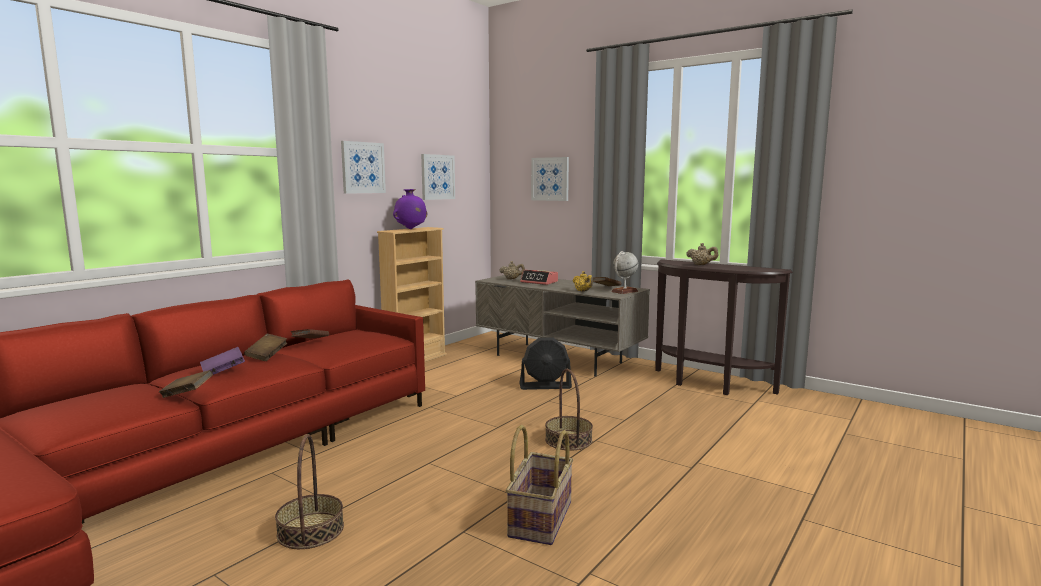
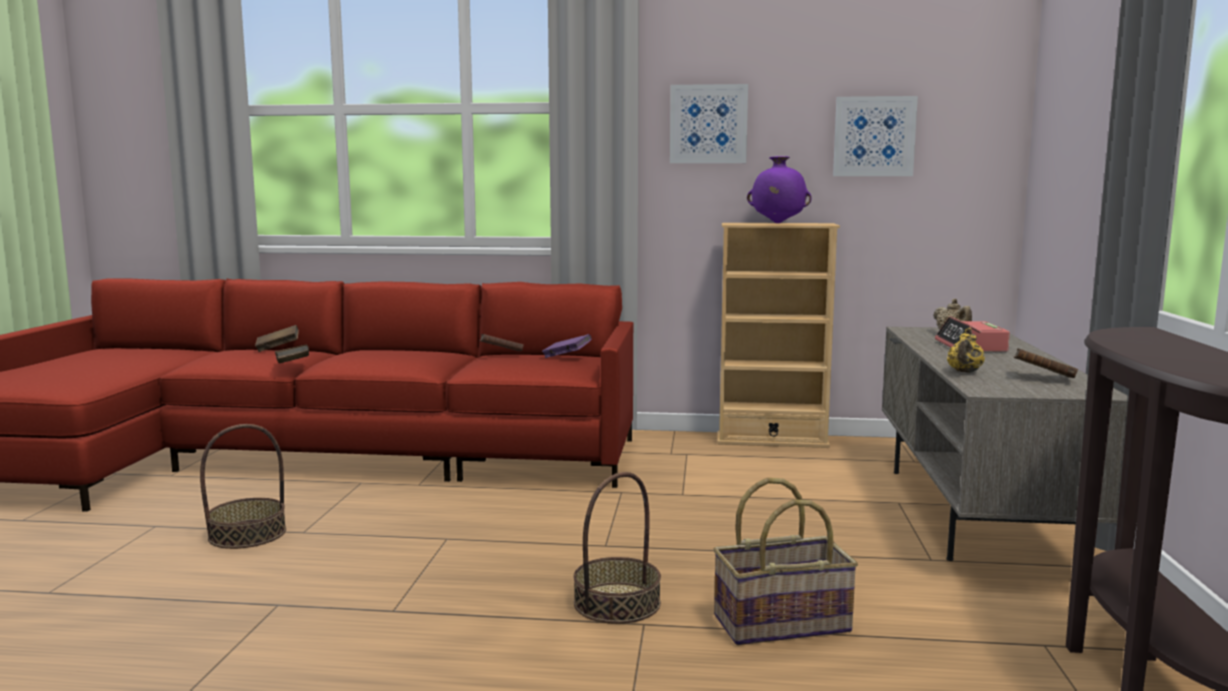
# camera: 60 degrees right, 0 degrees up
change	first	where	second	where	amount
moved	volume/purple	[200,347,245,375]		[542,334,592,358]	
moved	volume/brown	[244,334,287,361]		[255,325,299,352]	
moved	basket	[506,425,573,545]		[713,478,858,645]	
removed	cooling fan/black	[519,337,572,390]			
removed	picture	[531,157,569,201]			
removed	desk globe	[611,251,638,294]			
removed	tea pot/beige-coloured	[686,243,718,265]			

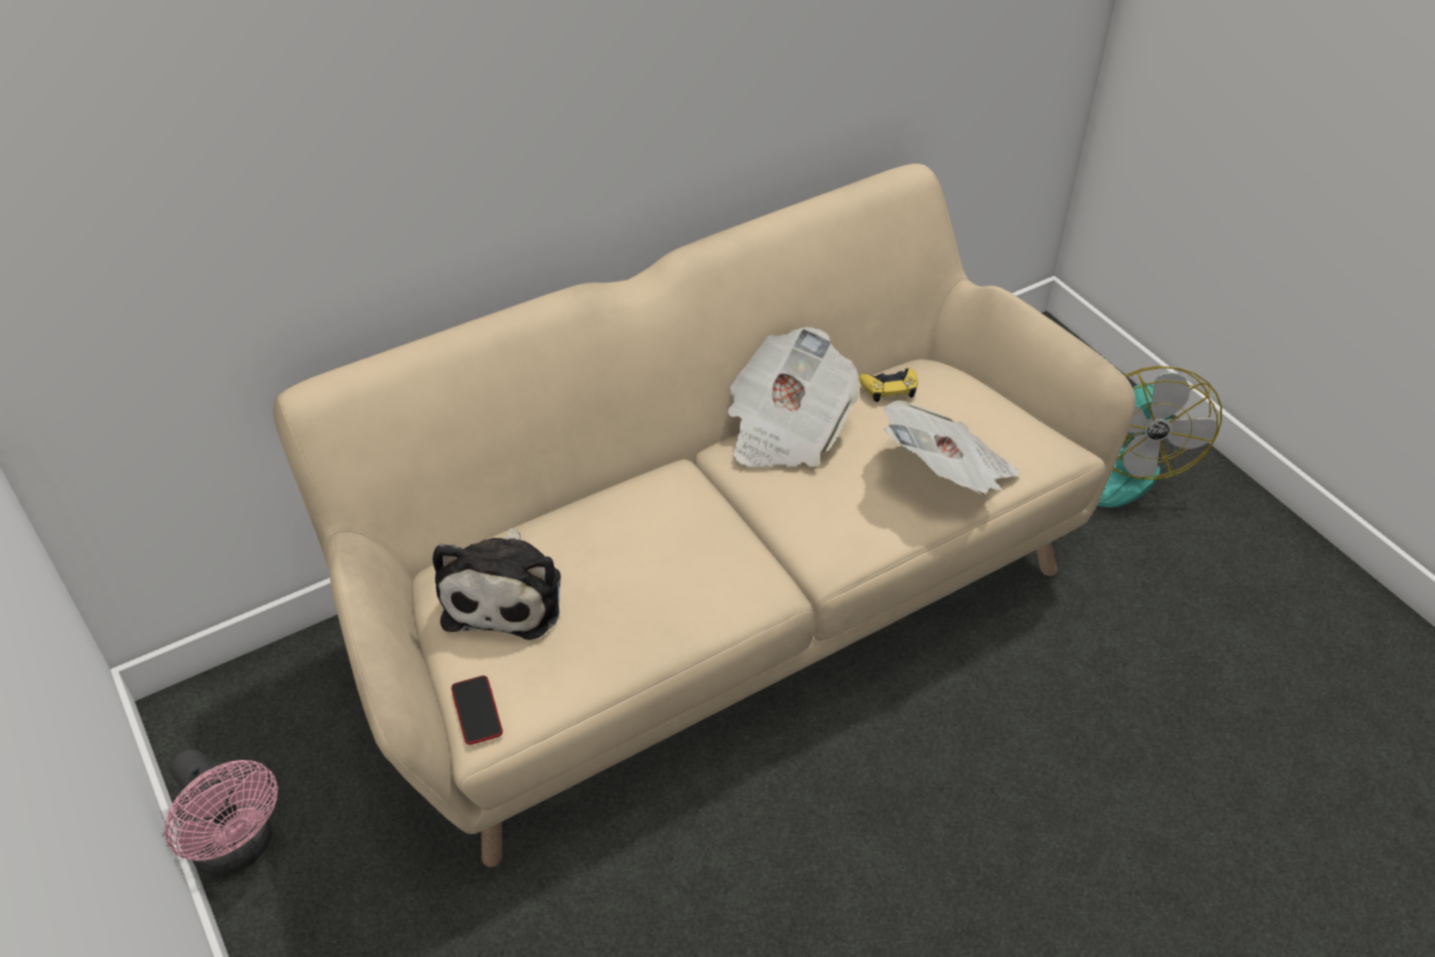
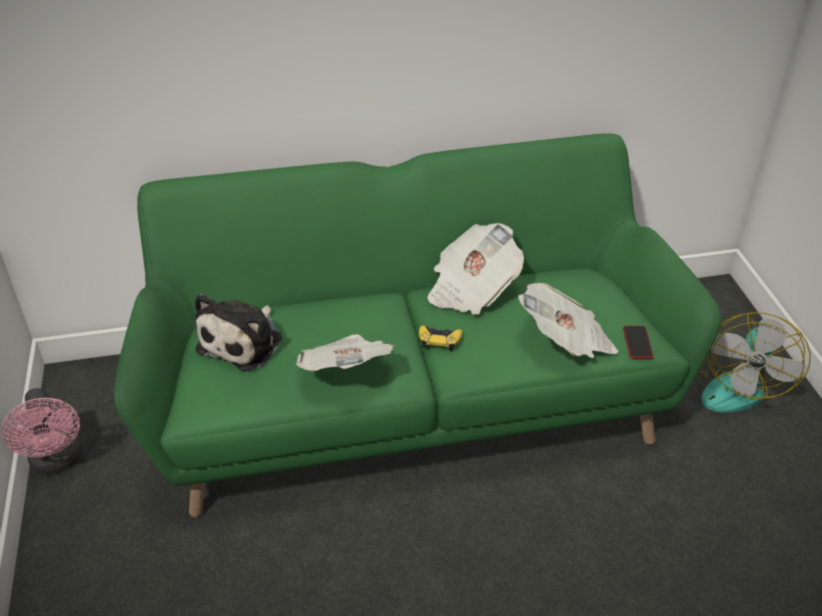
# camera: 20 degrees right, 5 degrees down
change	first	where	second	where	amount
recoloured	couch/beige-coloured	[273,164,1135,867]	couch/green	[114,133,722,517]	
moved	handset	[451,676,503,745]		[623,326,653,359]	
moved	game controller/yellow	[859,368,918,402]		[419,325,462,351]	
added			printed paper	[296,334,394,371]	

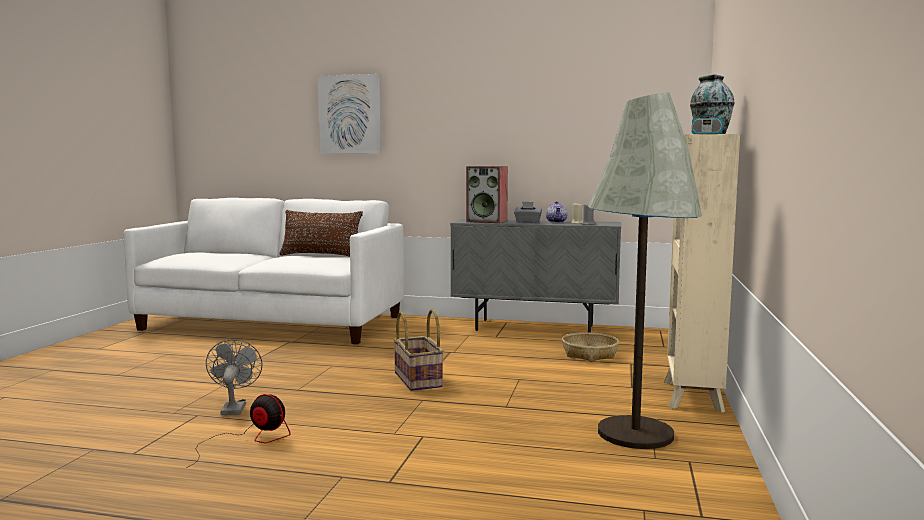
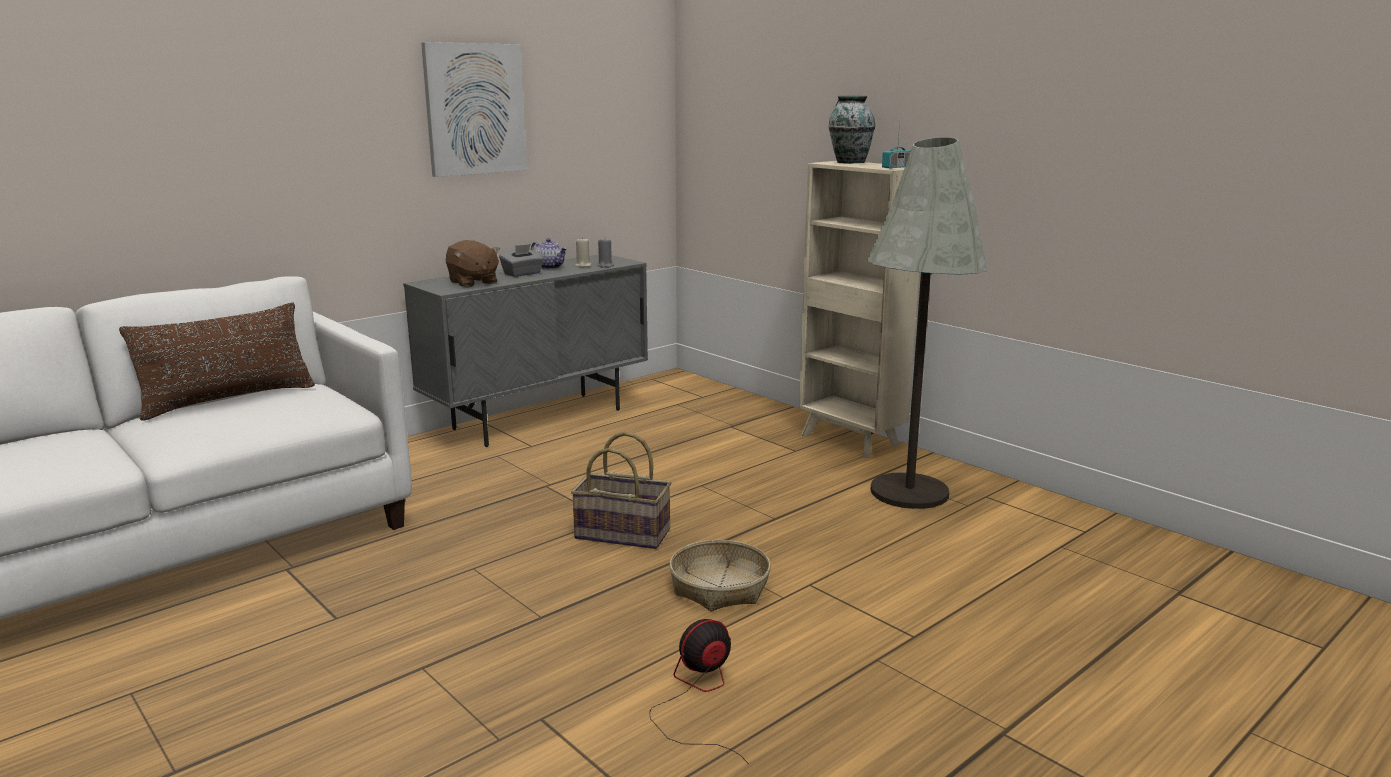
# camera: 55 degrees left, 10 degrees up
change	first	where	second	where	amount
removed	cooling fan/grey	[206,339,262,415]			
moved	picture	[318,74,382,154]		[421,42,527,177]	
replaced	speaker	[466,166,508,223]	cuddly toy/brown	[446,240,500,287]	
moved	basket	[562,332,619,362]		[669,540,771,611]	

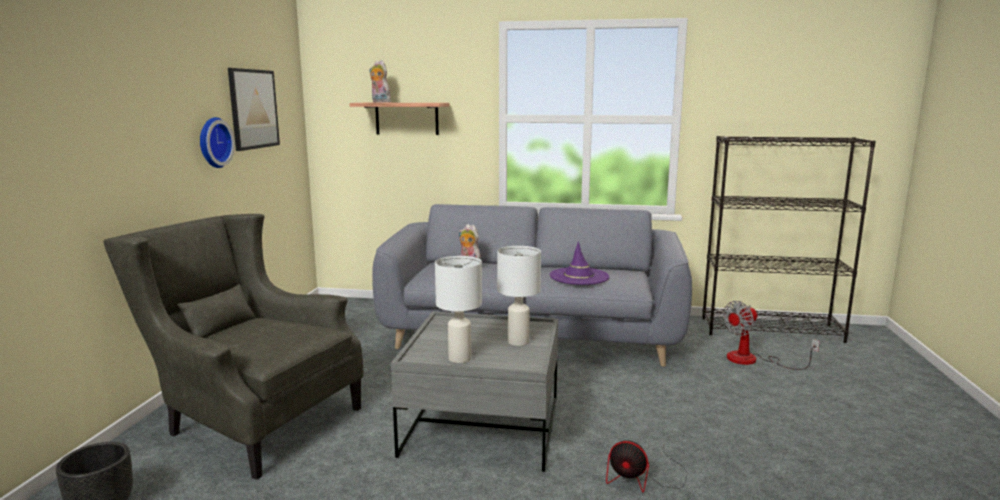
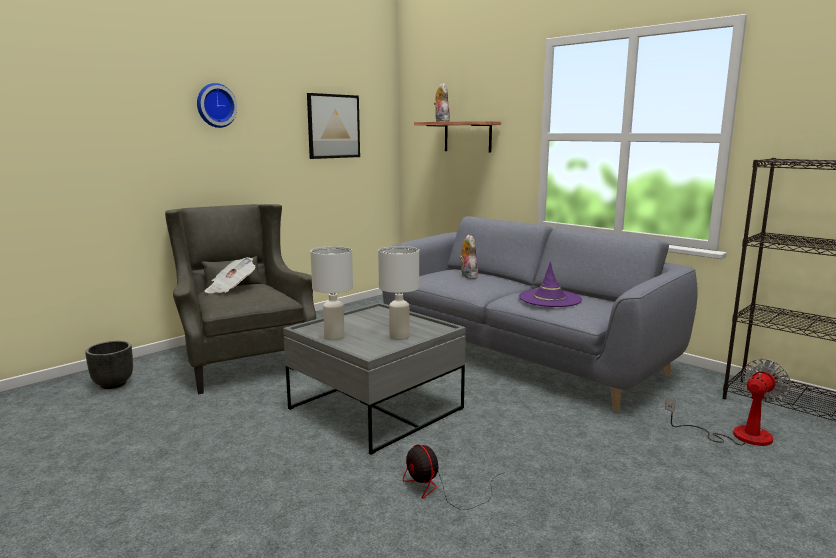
# camera: 35 degrees right, 0 degrees up
change	first	where	second	where	amount
moved	clock on the wall	[200,117,235,168]		[197,83,237,128]	
turned	cooling fan	[723,301,820,370]		[665,359,791,446]	135 degrees clockwise
added			printed paper	[205,257,255,293]	

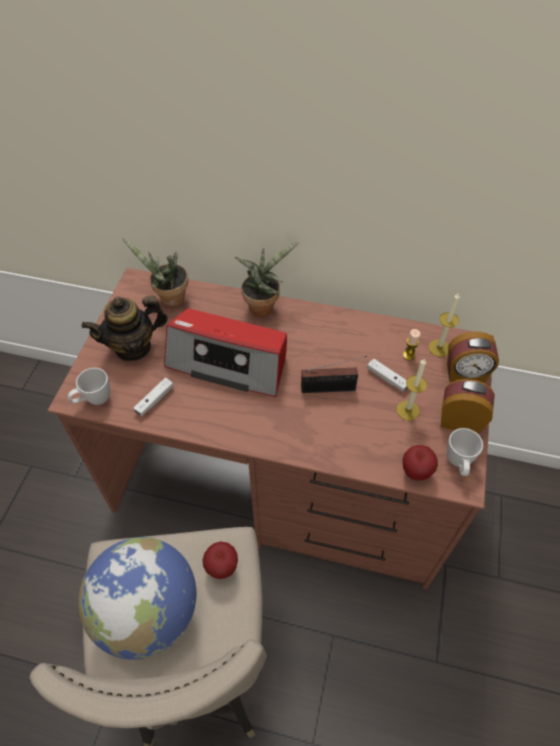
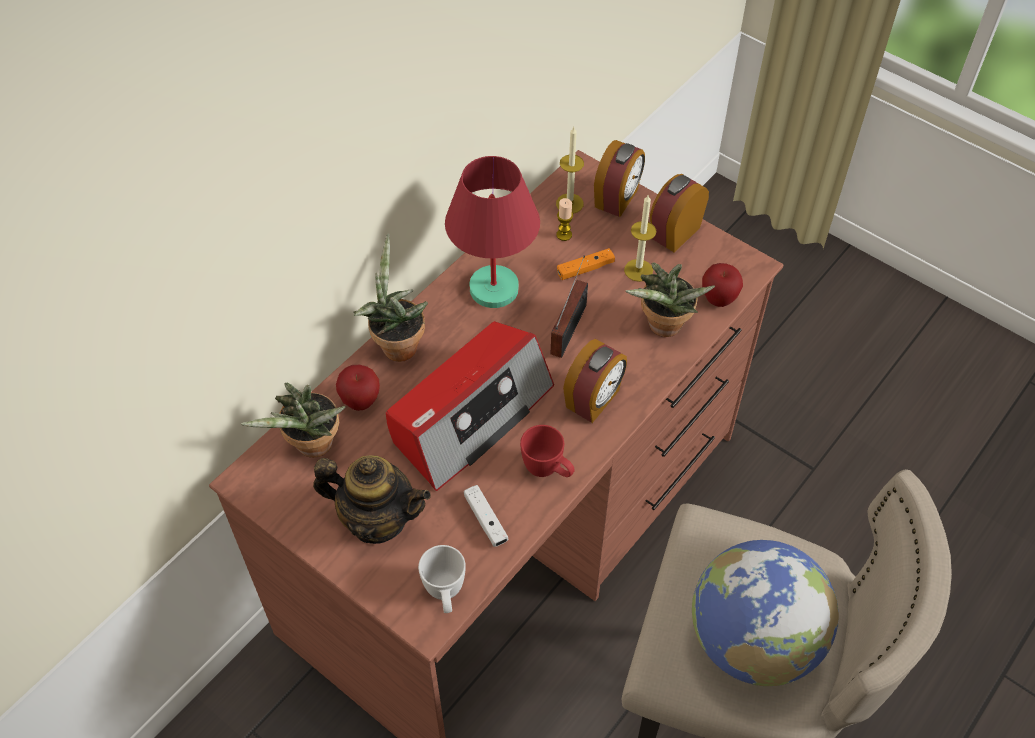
# camera: 65 degrees left, 0 degrees up
change	first	where	second	where	amount
turned	tea pot	[82,296,168,361]		[313,455,431,544]	75 degrees counterclockwise
moved	apple fruit	[203,541,238,579]		[336,365,380,411]	
recoloured	game controller/whitish	[367,359,407,392]	game controller/orange-coloured	[557,248,615,280]	
removed	coffee mug/whitish	[447,428,483,476]			
added			lamp for a table/red	[445,156,540,308]	
added			coffee mug/red	[520,425,575,477]	
added			table clock	[563,339,627,423]	
added			potted plant	[625,262,715,337]	

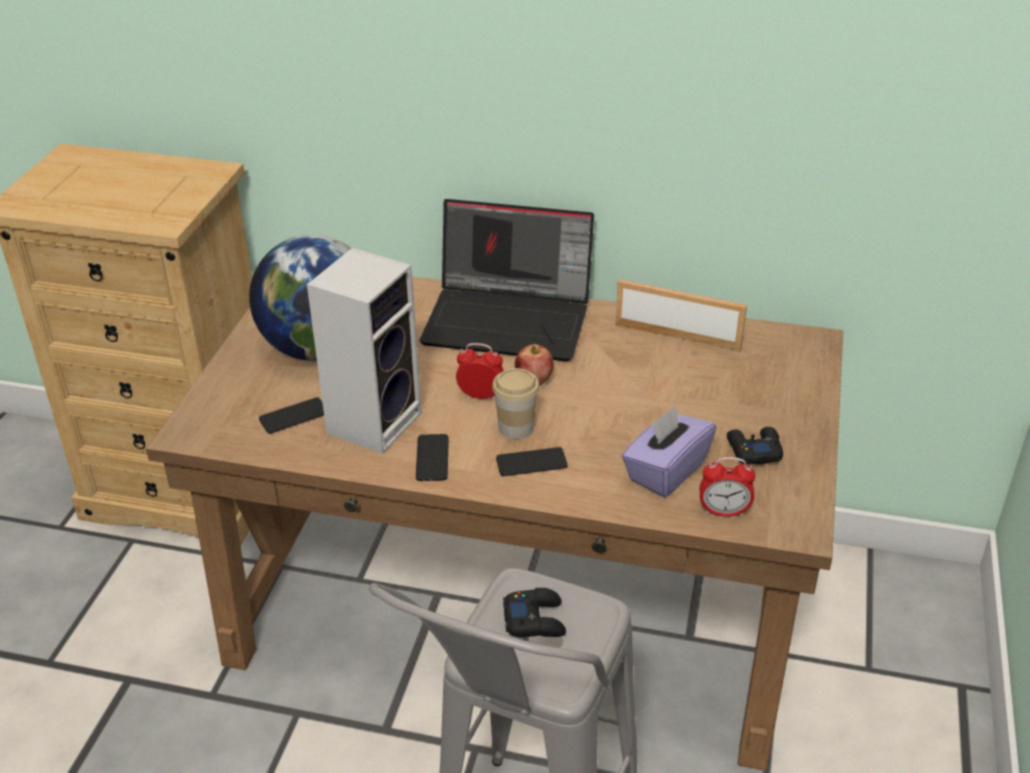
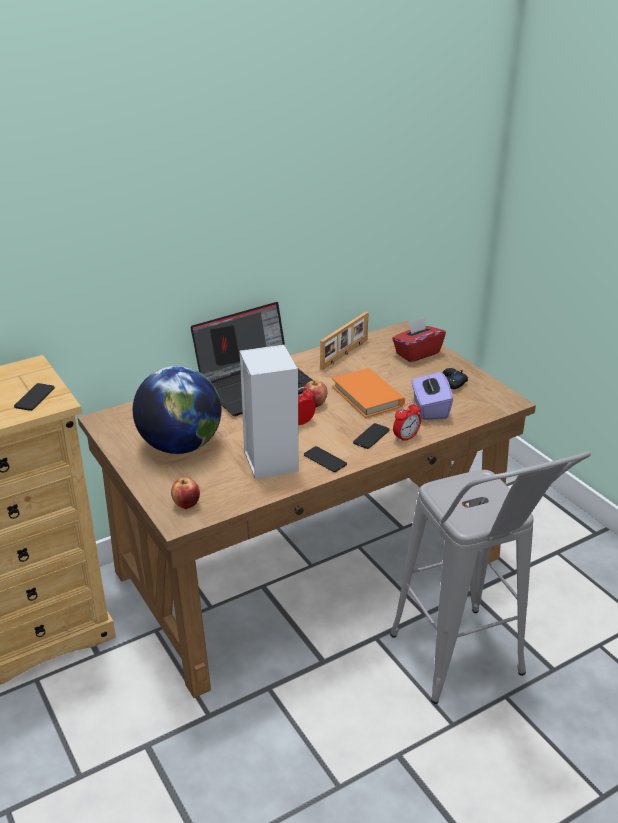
# camera: 45 degrees left, 5 degrees down
change	first	where	second	where	amount
moved	handset	[259,397,324,434]		[14,383,55,411]	
removed	cup	[492,368,540,439]			
removed	game controller/black	[503,588,566,637]			
turned	standing frame	[615,279,747,351]		[320,312,369,370]	150 degrees clockwise
moved	table clock	[700,457,756,517]		[393,401,421,443]	
added			apple fruit	[171,477,200,509]	
added			volume/orange-coloured	[332,368,405,418]	
added			box of tissues/red	[392,317,446,362]	

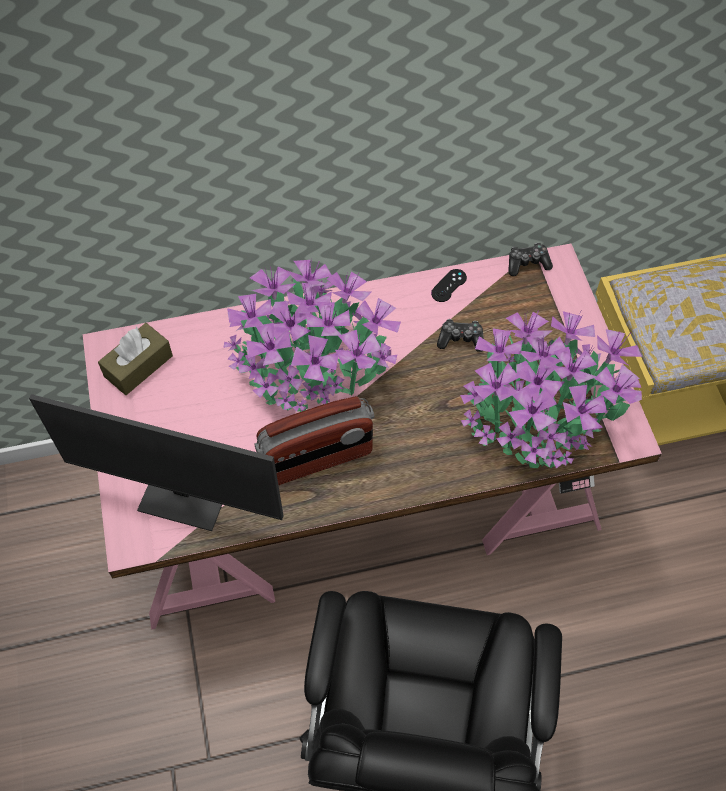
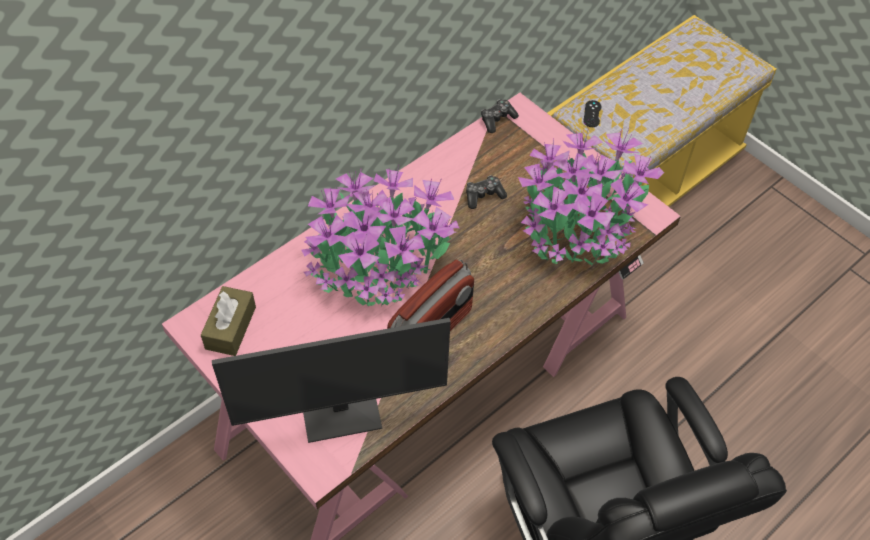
# camera: 30 degrees left, 5 degrees down
change	first	where	second	where	amount
moved	game controller/black	[431,269,467,302]		[583,100,602,127]	

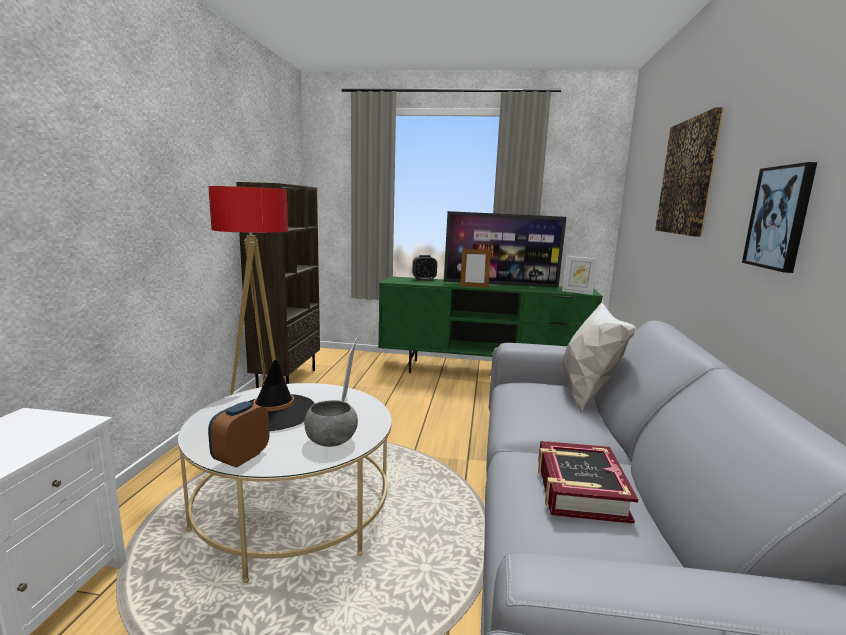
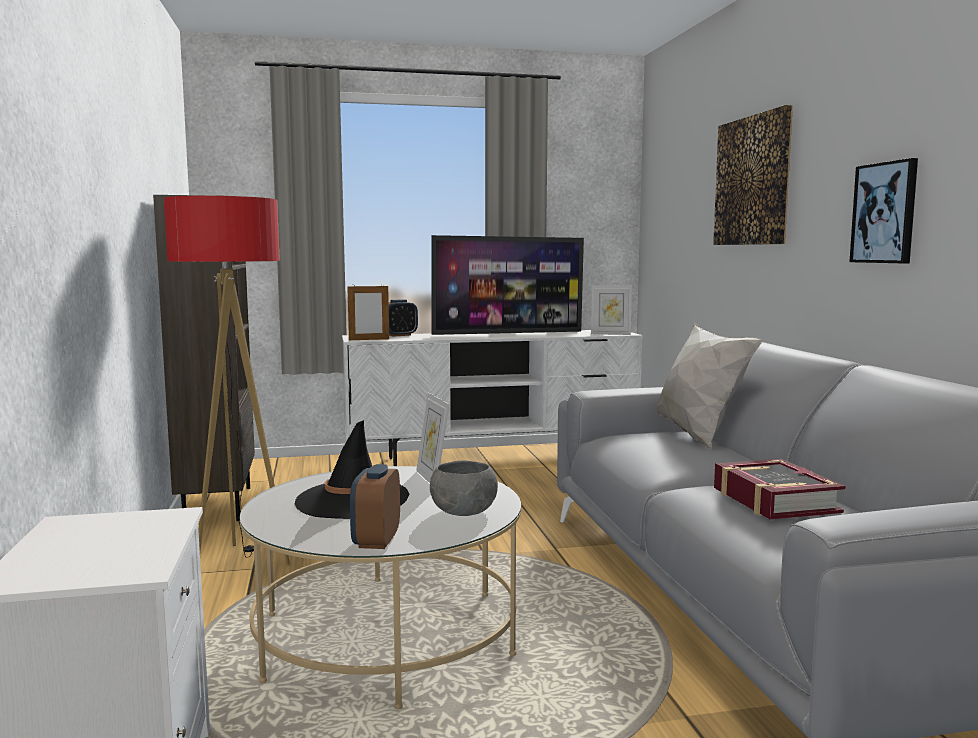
# camera: 20 degrees left, 5 degrees down
change	first	where	second	where	amount
recoloured	tv unit/green	[378,276,603,373]	tv unit/whitish	[342,330,643,466]	
moved	standing frame	[460,249,491,288]		[347,284,389,340]	

